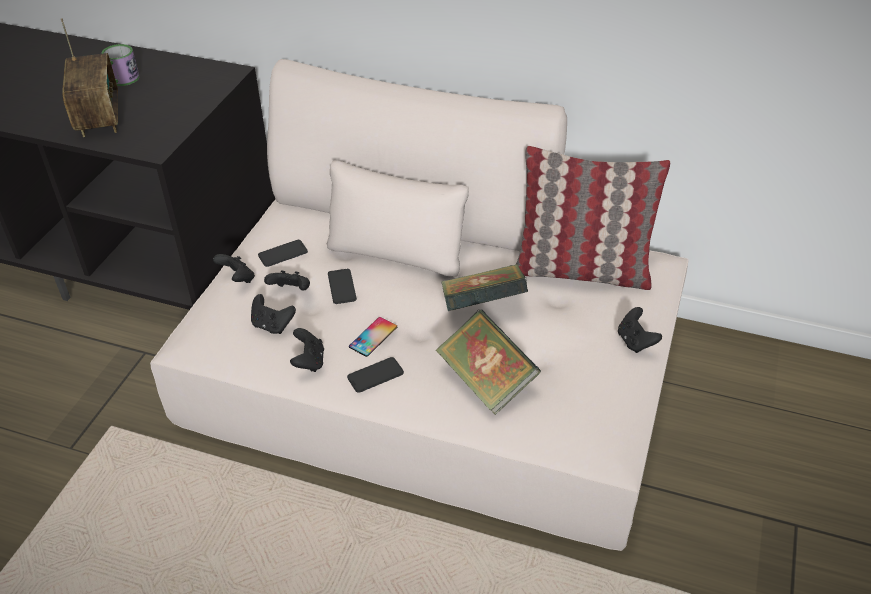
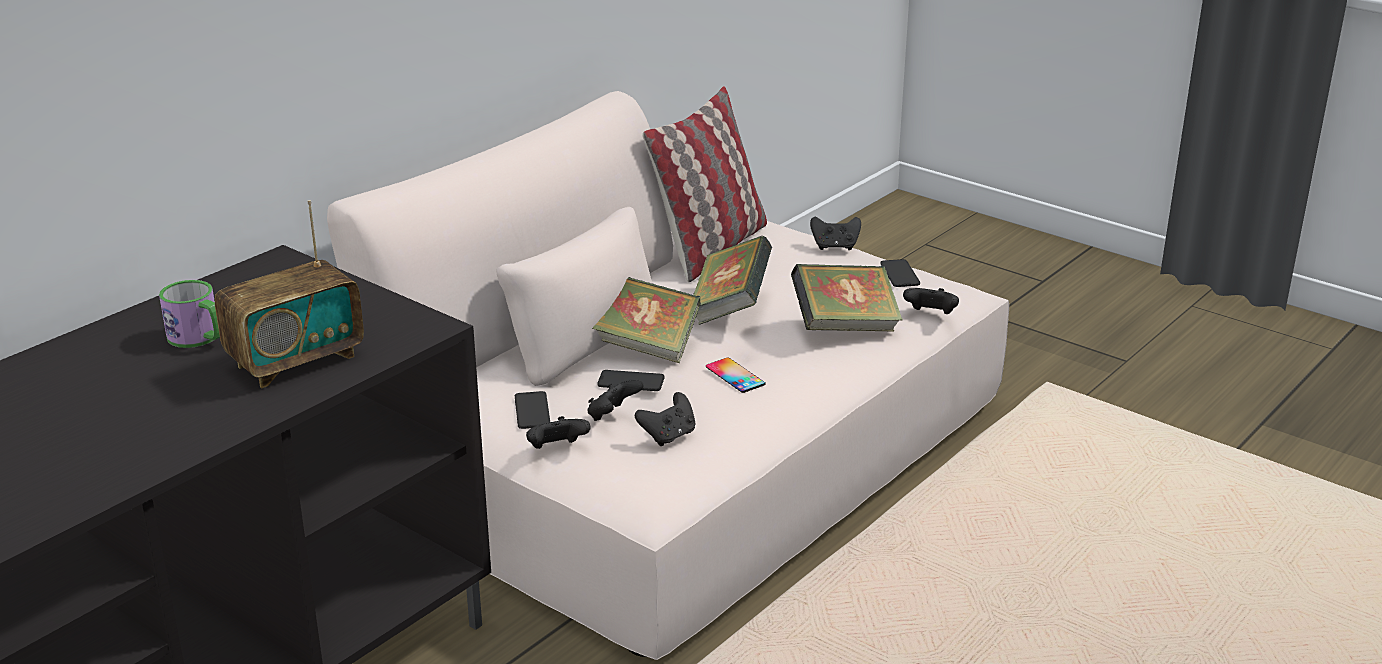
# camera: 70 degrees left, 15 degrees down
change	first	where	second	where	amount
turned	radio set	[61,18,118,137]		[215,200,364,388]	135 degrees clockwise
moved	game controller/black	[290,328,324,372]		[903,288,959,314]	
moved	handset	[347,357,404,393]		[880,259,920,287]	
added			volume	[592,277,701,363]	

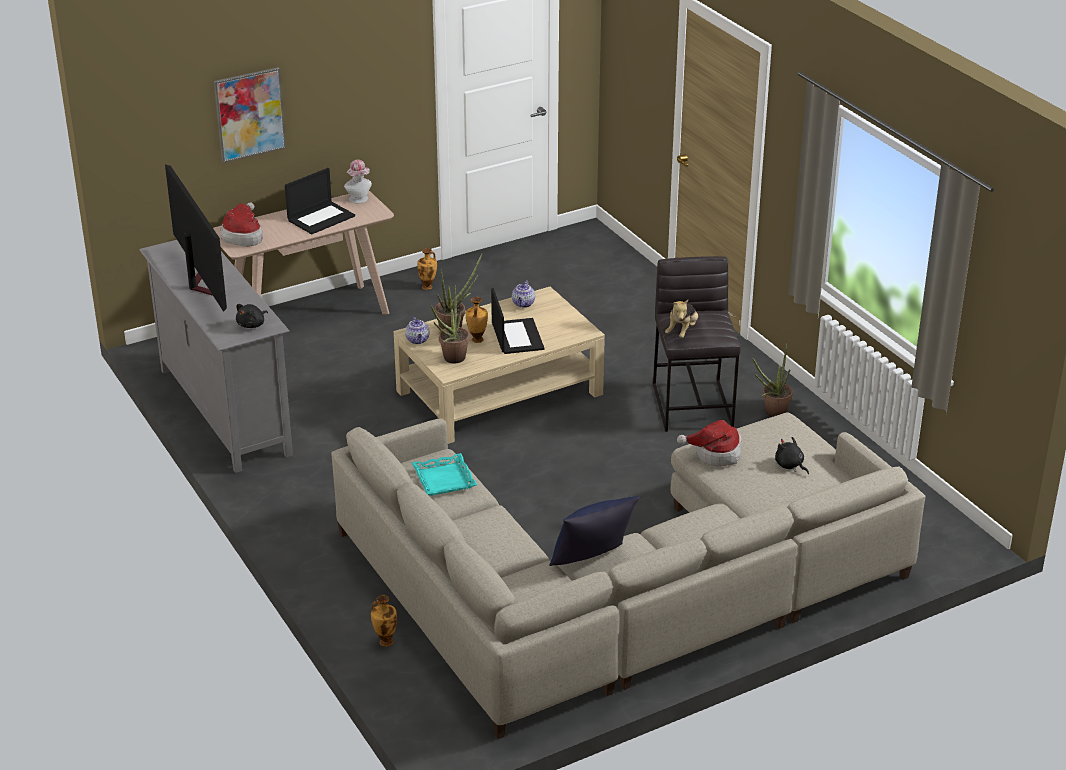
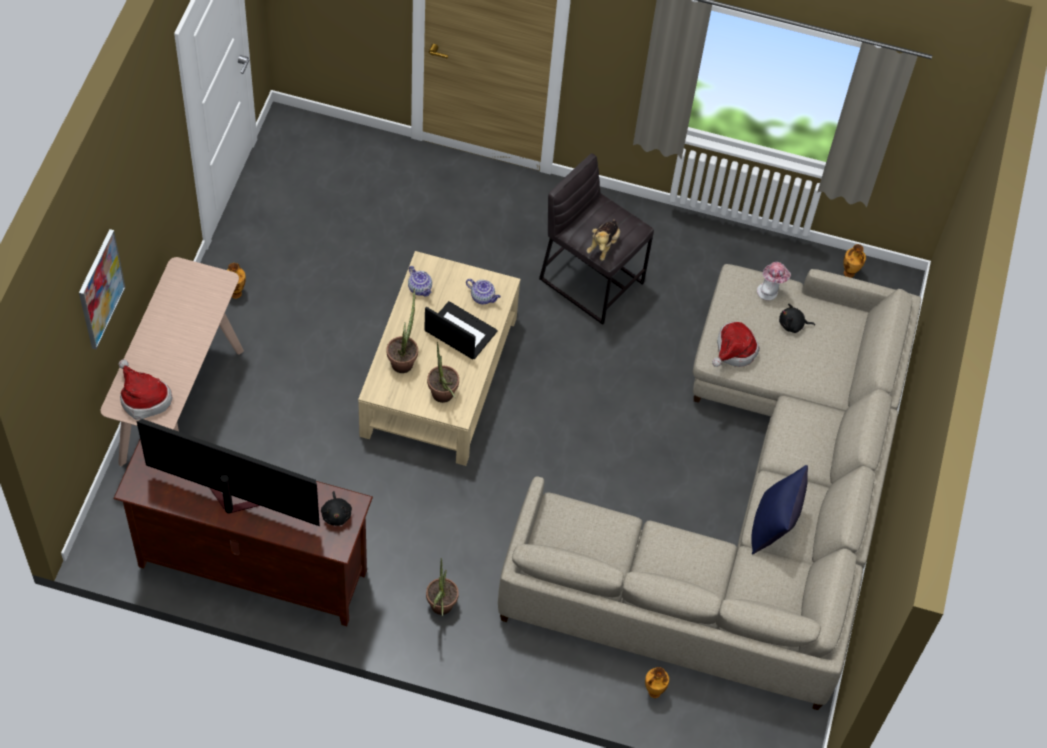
# camera: 50 degrees left, 25 degrees up
change	first	where	second	where	amount
recoloured	tv unit/grey	[139,240,293,473]	tv unit/brown	[113,440,373,626]	
removed	laptop	[285,168,355,234]			
moved	wearable hat	[344,160,372,203]		[757,262,791,300]	
moved	tea pot	[405,316,430,344]		[466,279,501,305]	
removed	carrying tray/blue-green	[412,453,477,496]			
moved	decorative vase	[466,297,488,343]		[844,244,866,278]	
turned	cuddly toy	[665,300,698,338]		[586,219,620,261]	45 degrees clockwise
moved	potted plant	[752,343,793,417]		[426,558,459,617]	

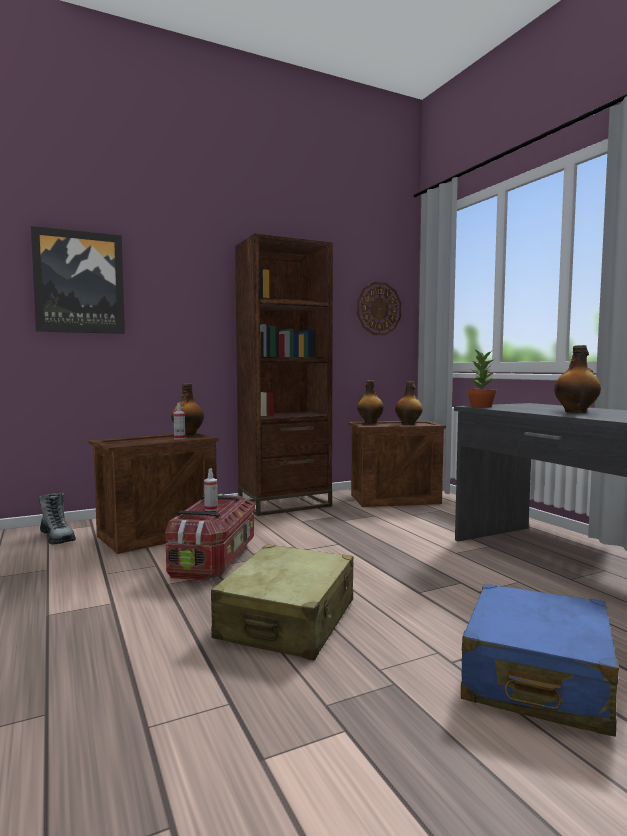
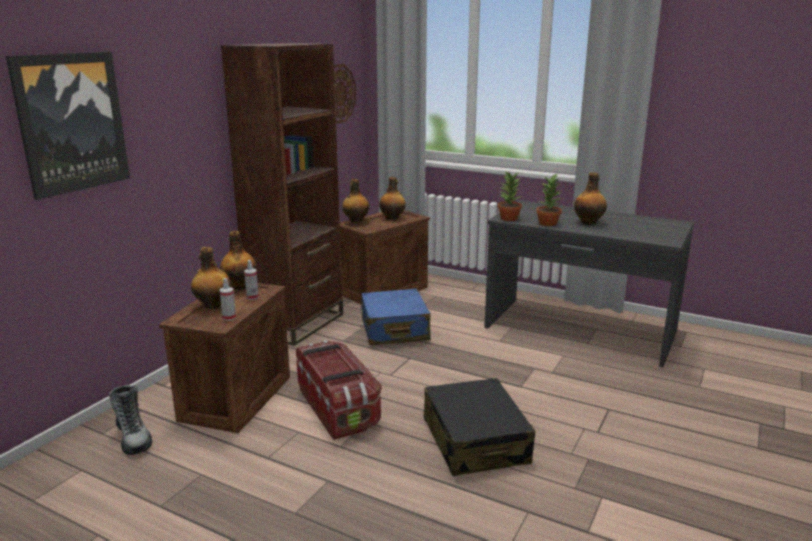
# camera: 35 degrees left, 15 degrees up
change	first	where	second	where	amount
turned	high-top boot	[39,492,76,545]		[108,385,152,455]	45 degrees clockwise
moved	sprayer	[204,468,218,511]		[220,278,236,321]	
recoloured	suitcase/beige-coloured	[211,544,354,660]	suitcase/black	[424,378,535,476]	
moved	suitcase/blue	[461,584,619,737]		[360,289,431,345]	
added			beverage bottle	[191,247,232,309]	
added			potted plant	[536,174,562,226]	

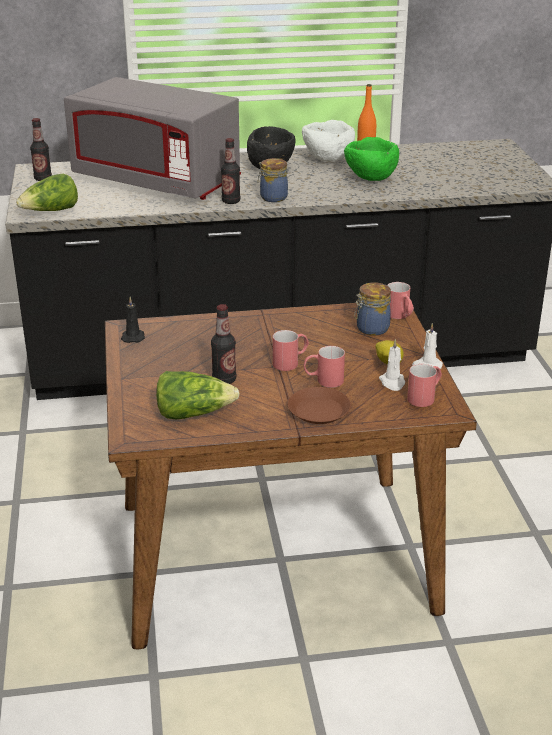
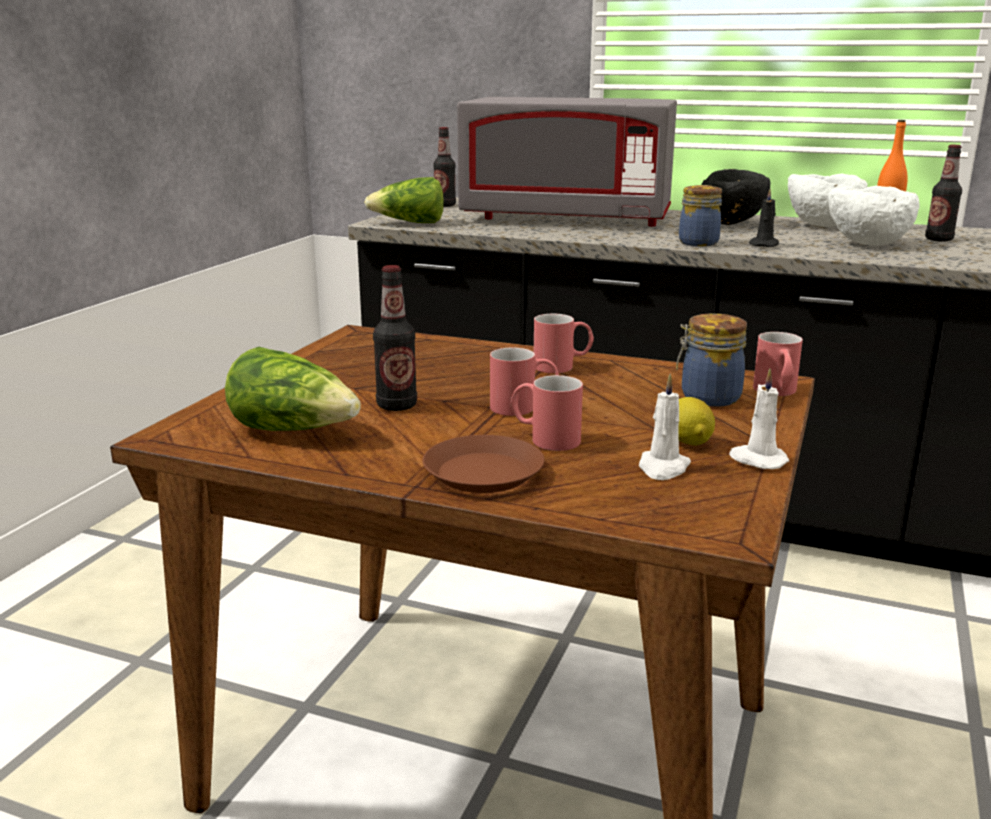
# camera: 30 degrees right, 10 degrees down
change	first	where	second	where	amount
turned	microwave oven/grey	[64,77,241,200]		[457,97,677,227]	45 degrees counterclockwise
moved	candle/black	[121,297,145,343]		[749,188,779,247]	
moved	beverage bottle	[221,138,240,204]		[925,145,962,242]	
recoloured	bowl/green	[344,137,399,181]	bowl/whitish	[828,185,920,246]	
moved	coffee mug/red	[407,364,442,407]		[534,314,594,373]	

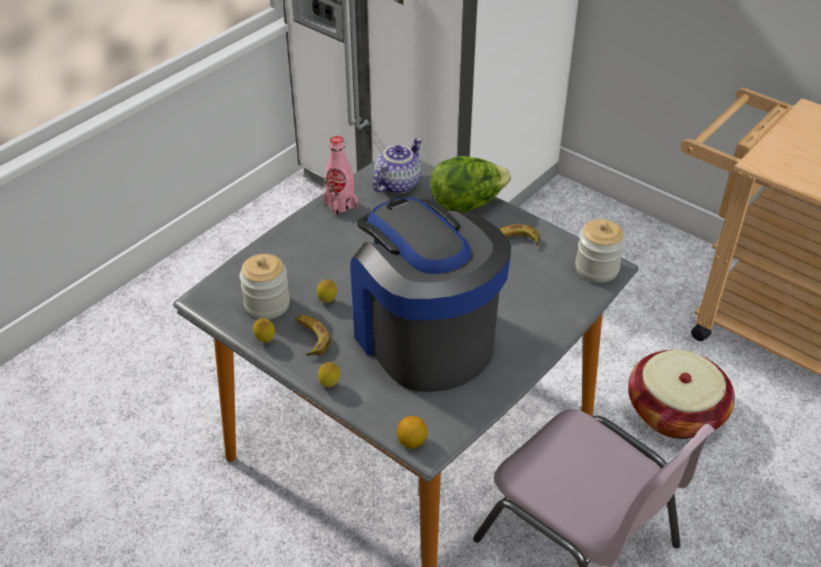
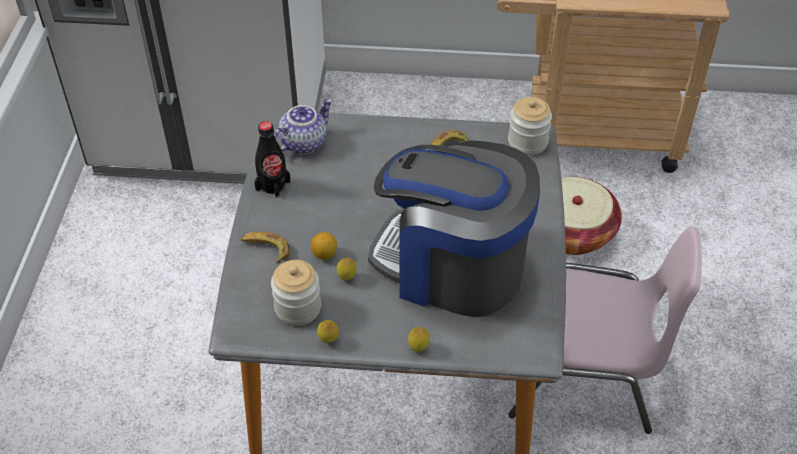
# camera: 35 degrees left, 5 degrees up
change	first	where	second	where	amount
moved	banana	[295,315,331,356]		[241,232,290,264]	
recoloured	beverage bottle/pinkish	[323,136,358,216]	beverage bottle/black	[254,121,291,198]	
turned	tea pot	[372,138,422,194]		[274,99,333,154]	45 degrees clockwise
moved	citrus fruit	[397,416,427,449]		[311,232,337,260]	
removed	lettuce head	[431,156,511,212]			

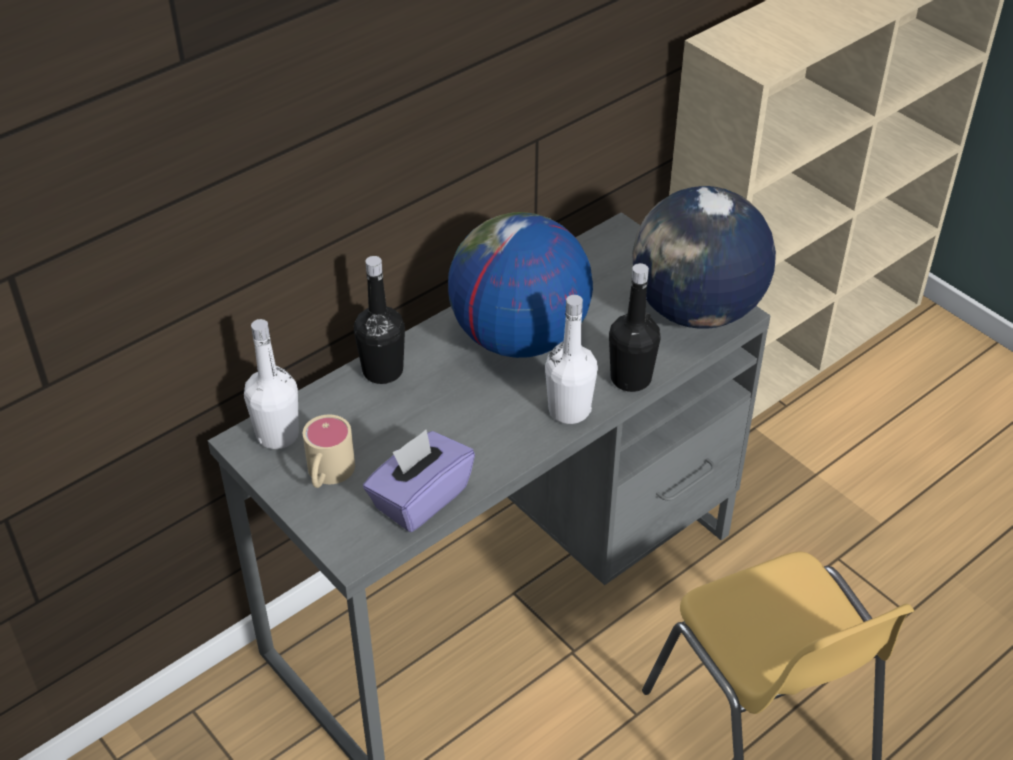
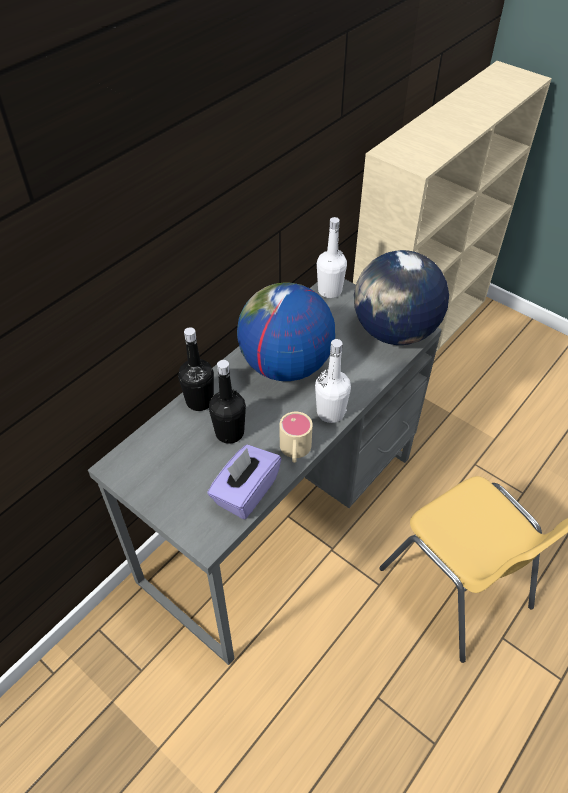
# camera: 10 degrees left, 5 degrees up
change	first	where	second	where	amount
moved	beverage bottle/whitish	[244,319,299,449]		[317,217,347,298]	
moved	coffee mug/beige-coloured	[303,415,355,488]		[280,412,313,463]	
moved	beverage bottle/black	[609,263,660,392]		[209,360,246,444]	

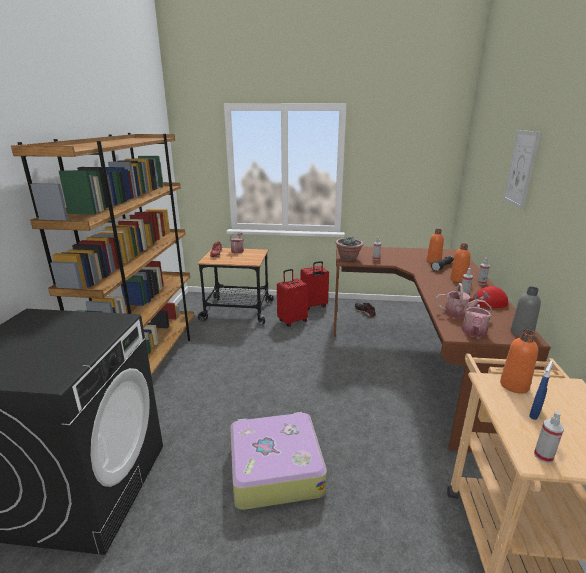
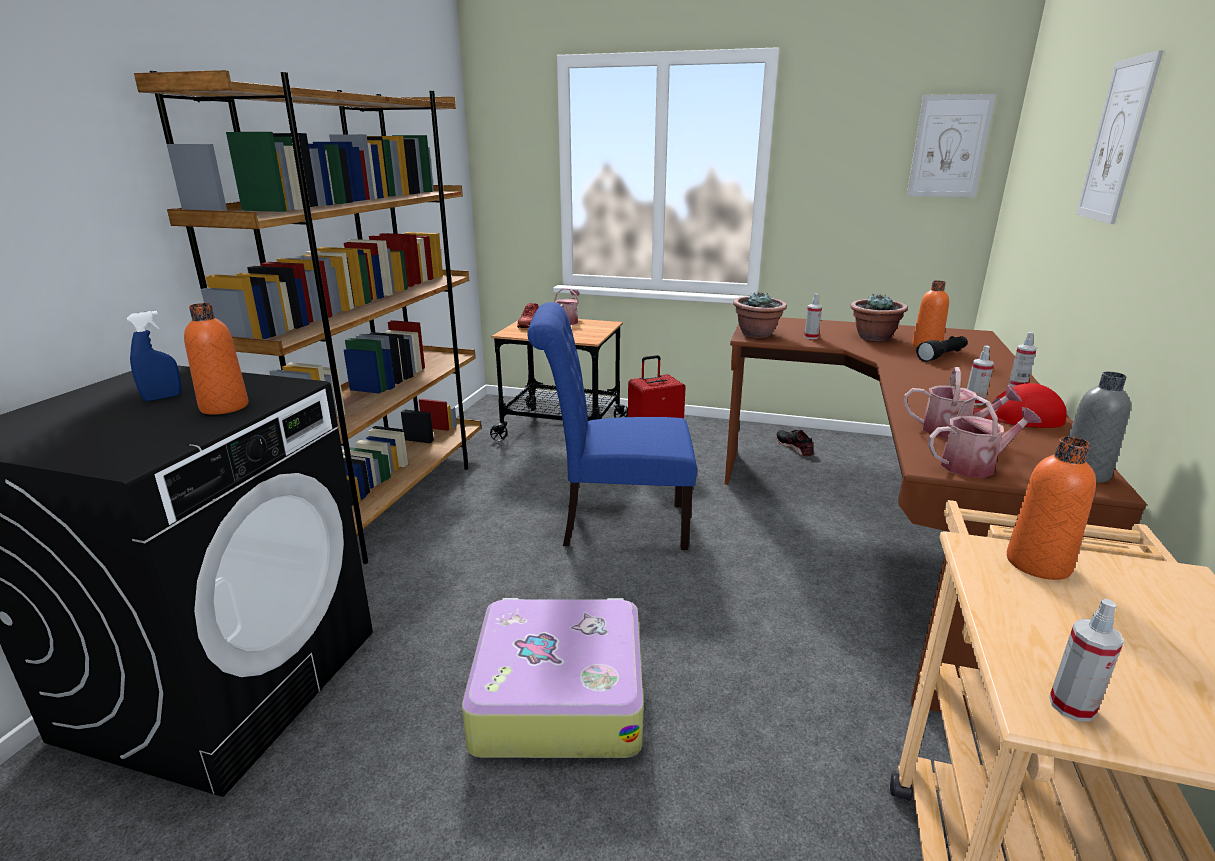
# camera: 10 degrees right, 0 degrees up
change	first	where	second	where	amount
removed	suitcase/red	[300,261,329,310]			
moved	beverage bottle/orange-coloured	[450,243,470,282]		[184,303,249,414]	
turned	sprinkling can	[462,299,493,337]		[928,396,1042,478]	135 degrees counterclockwise
moved	sprayer/blue	[529,360,553,420]		[126,311,182,401]	
added			plain chair/blue	[527,302,697,550]	
added			potted plant	[850,294,908,341]	
added			picture	[907,94,996,197]	

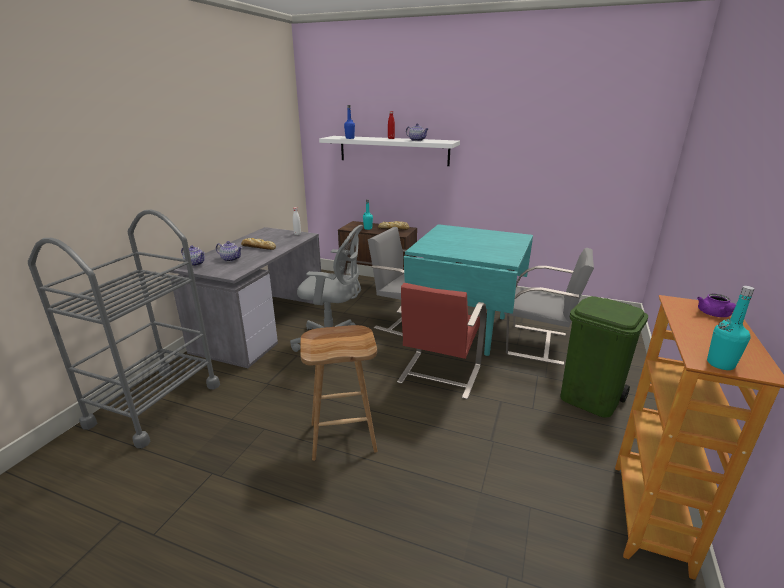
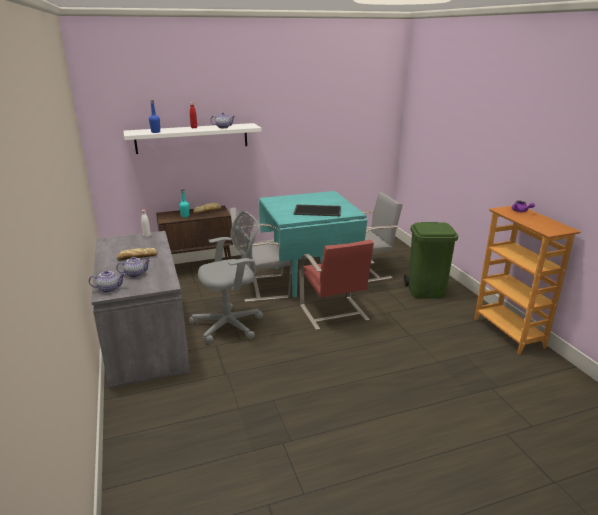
# camera: 40 degrees left, 0 degrees up
change	first	where	second	where	amount
removed	wheeled cart/grey	[28,210,220,448]			
removed	stool/brown	[300,325,377,461]			
removed	beverage bottle/blue-green	[707,286,754,370]			
added			carrying tray	[294,204,341,216]	

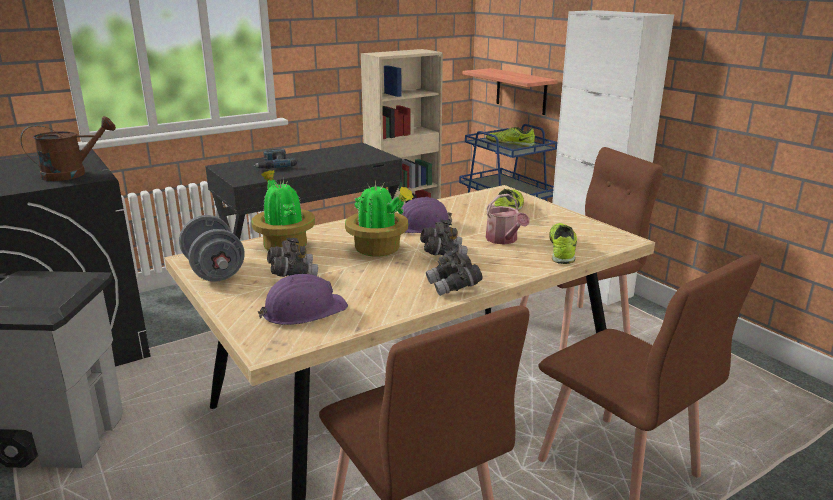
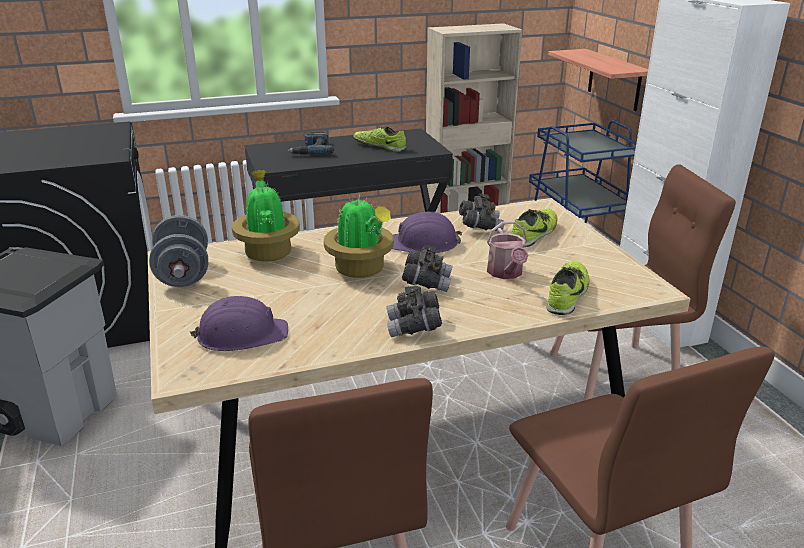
# camera: 15 degrees right, 5 degrees up
change	first	where	second	where	amount
removed	sprinkling can/brown	[20,116,116,181]			
moved	field glasses/grey	[267,238,318,277]		[459,194,504,231]	
moved	low shoe	[486,127,535,147]		[353,126,406,152]	

